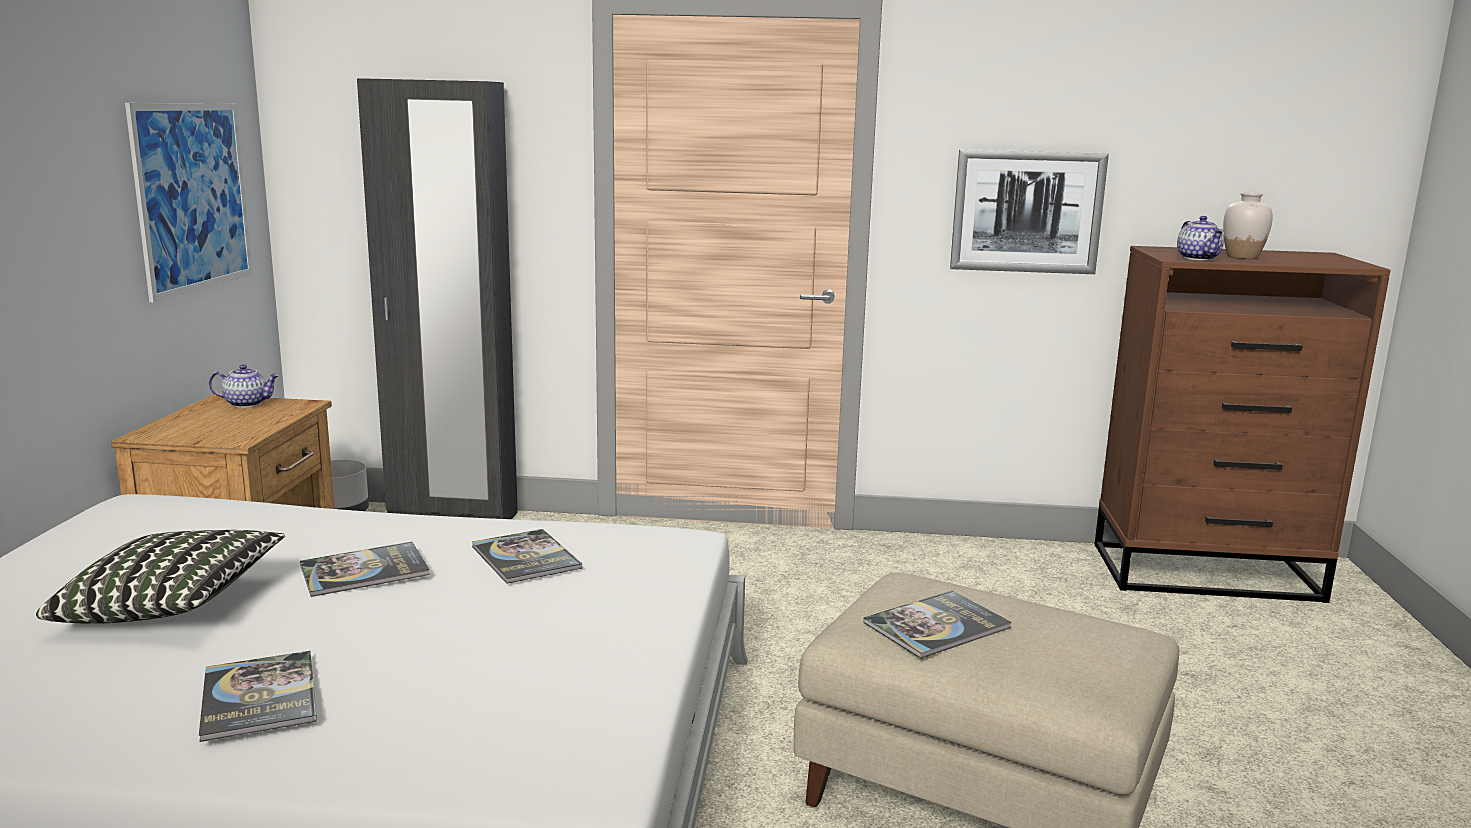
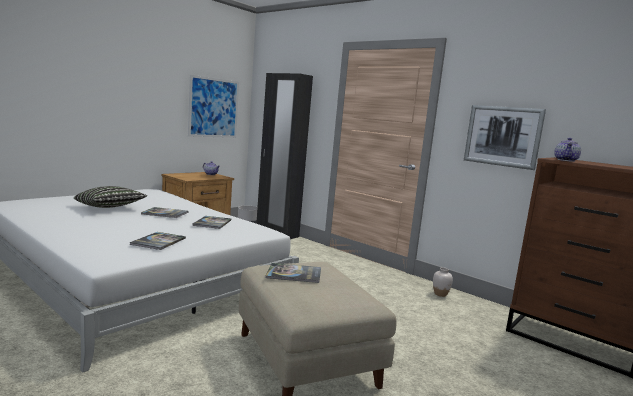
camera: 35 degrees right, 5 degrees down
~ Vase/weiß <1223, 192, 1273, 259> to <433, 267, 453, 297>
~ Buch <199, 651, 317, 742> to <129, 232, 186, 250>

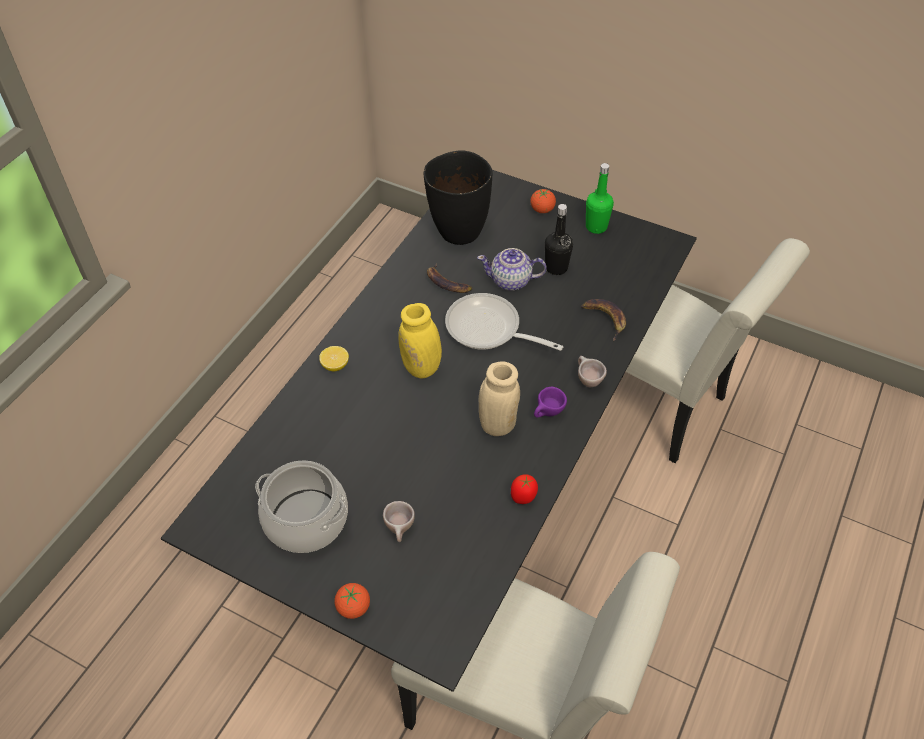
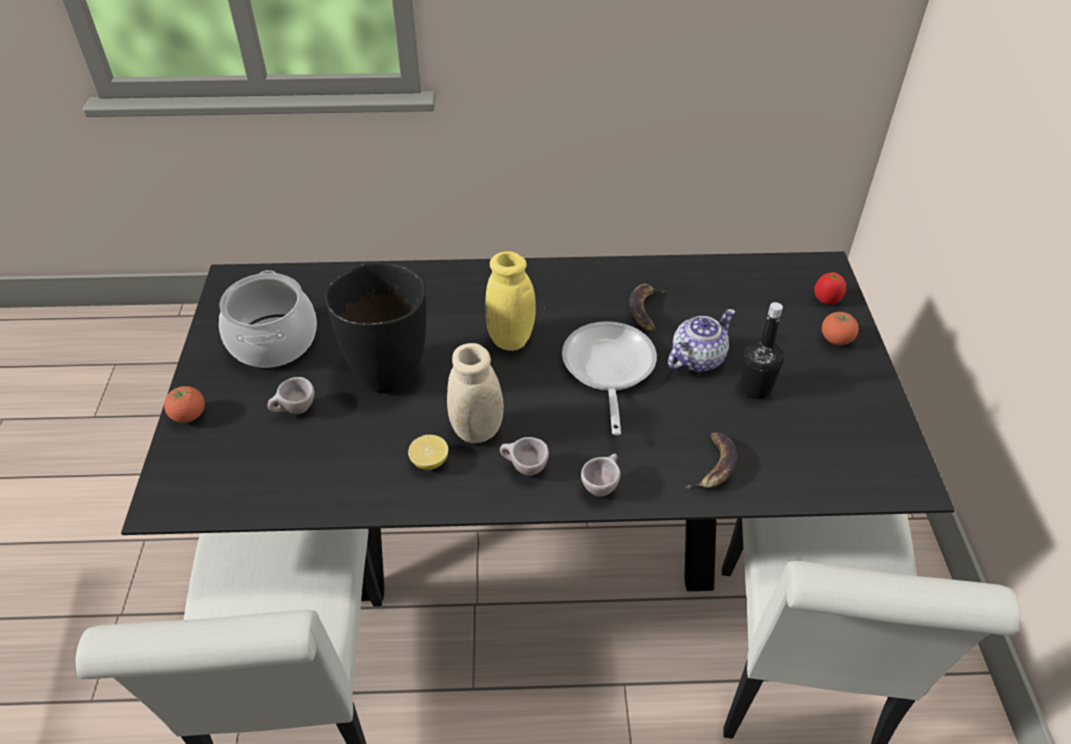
camera: 60 degrees right, 5 degrees down
~ Vase/schwarz <424, 150, 493, 245> to <325, 262, 426, 393>
- Flasche/grün <586, 163, 614, 234>
~ Teekanne <477, 248, 547, 291> = <668, 309, 735, 372> 75 degrees clockwise
~ Zitrone <319, 346, 349, 371> to <408, 435, 448, 470>
~ Tasse/lila <534, 387, 567, 418> to Tasse/beige <500, 437, 549, 476>
~ Tomate <511, 474, 538, 504> to <814, 272, 846, 305>

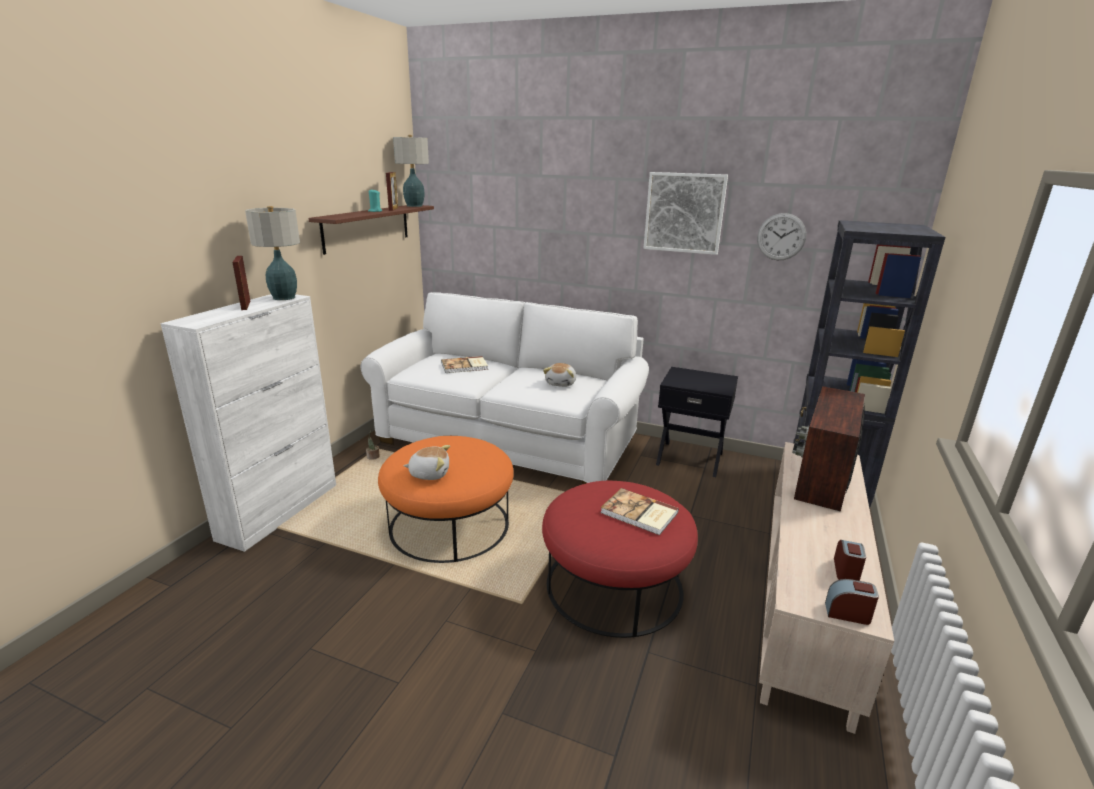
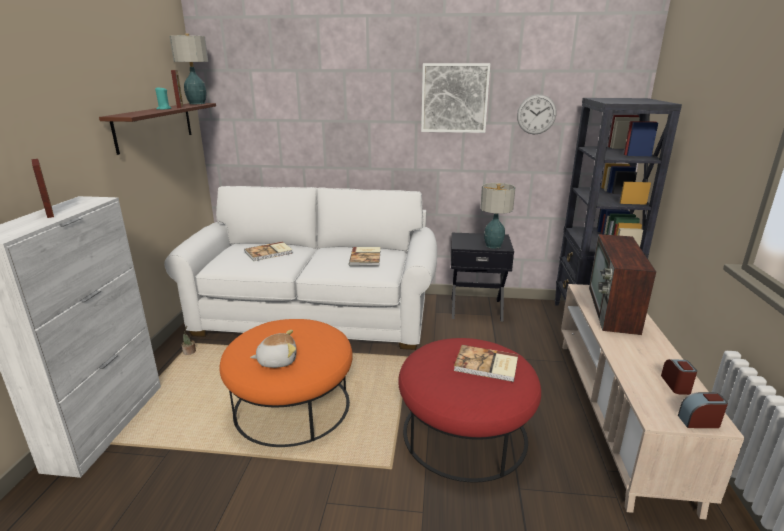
camera: 15 degrees left, 0 degrees up
~ Tischlampe <245, 206, 300, 300> to <480, 183, 515, 249>
~ Plüschtier <543, 363, 576, 387> to Buch <349, 247, 381, 266>

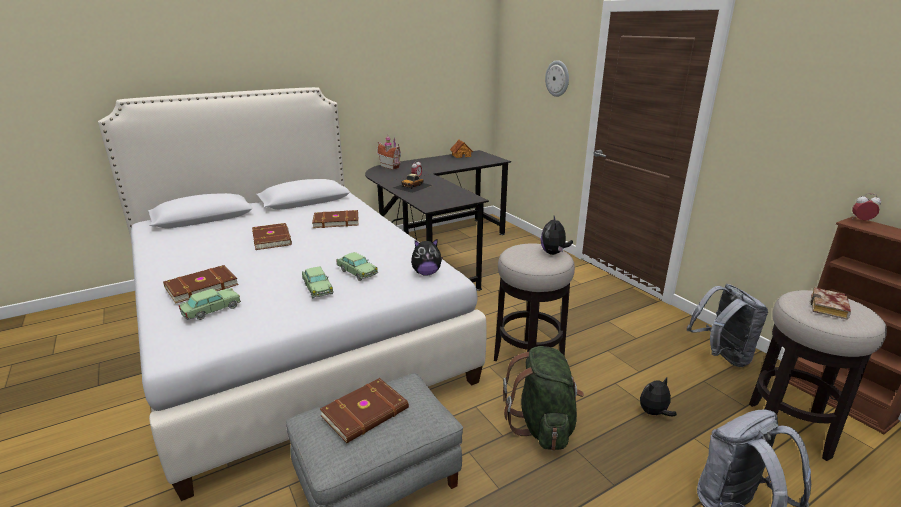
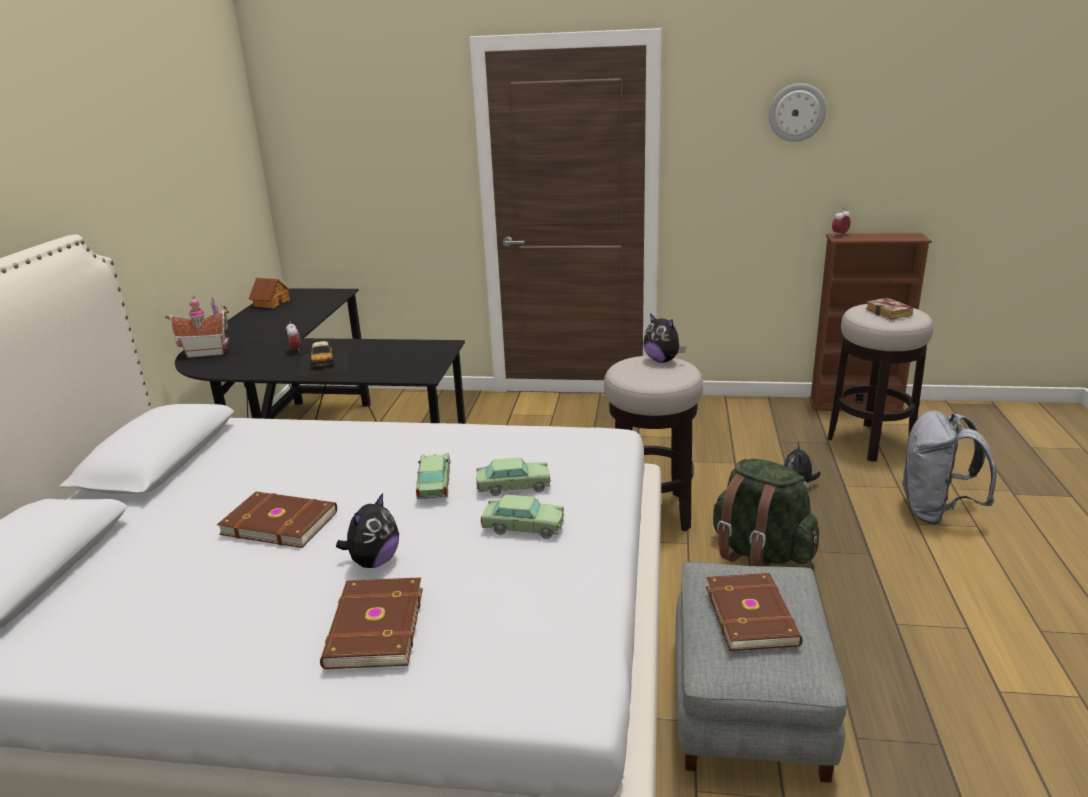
camera: 50 degrees left, 0 degrees up
~ Wanduhr <545, 60, 569, 97> to <769, 83, 826, 142>
- Buch/braun <312, 210, 359, 228>
~ Plüschtier <411, 239, 442, 276> to <336, 493, 399, 568>
- Rucksack/grau <687, 284, 768, 367>
~ Spielzeugauto <179, 288, 241, 320> to <416, 453, 451, 499>

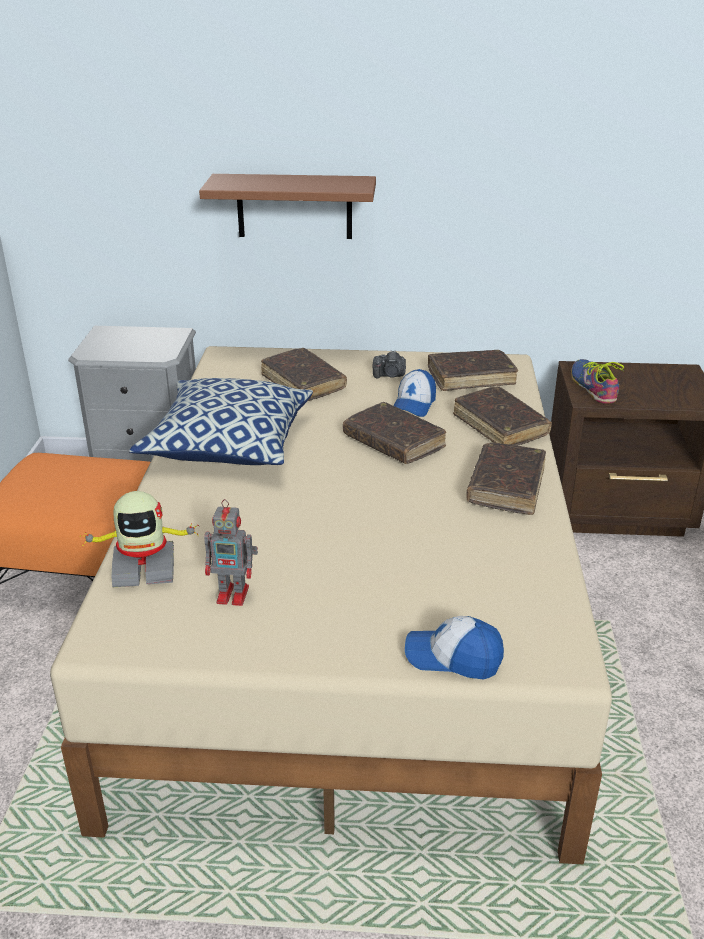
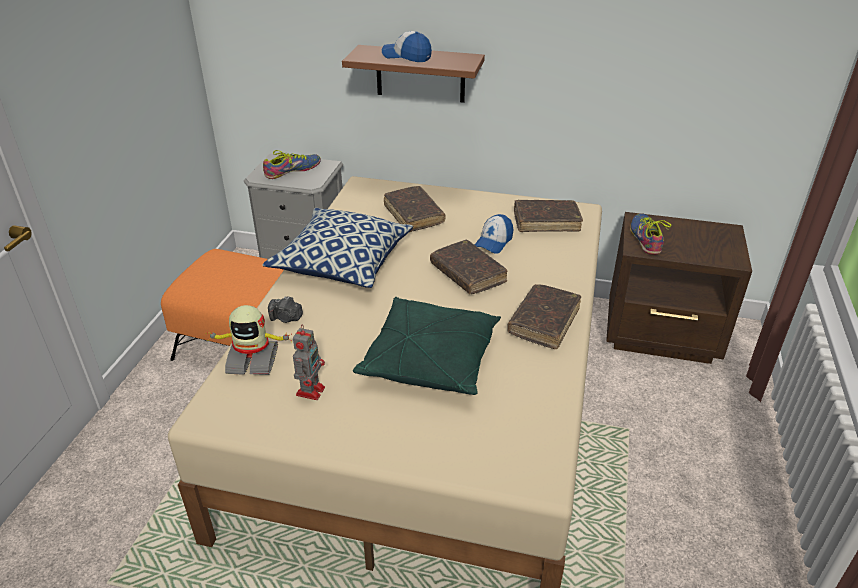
camera: 10 degrees right, 5 degrees up
~ Kamera <373, 350, 406, 378> to <268, 296, 303, 323>
- Buch/braun <453, 386, 552, 446>
~ Spielzeugroboter <204, 499, 258, 606> = <293, 325, 325, 400> 90 degrees counterclockwise
~ Kappe <405, 616, 504, 680> to <382, 31, 432, 62>
+ Schuh <263, 150, 321, 179>
+ Kissen/grün <353, 297, 501, 395>

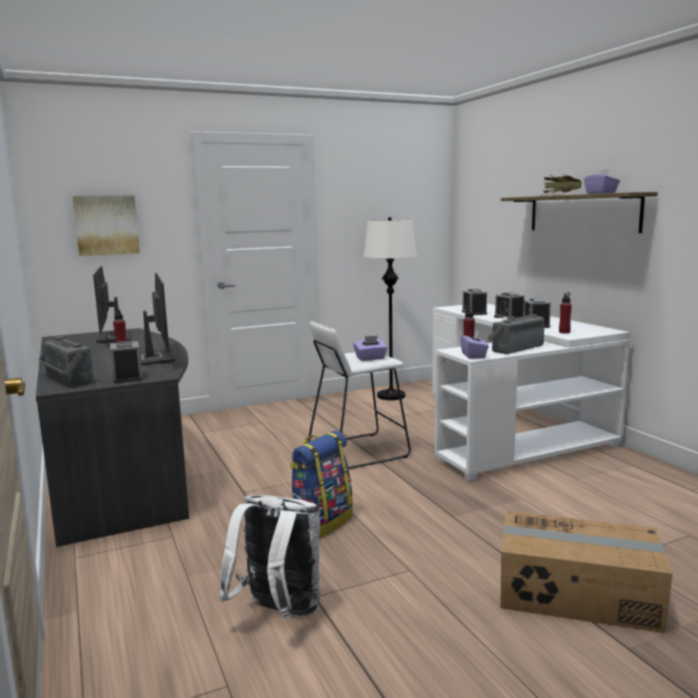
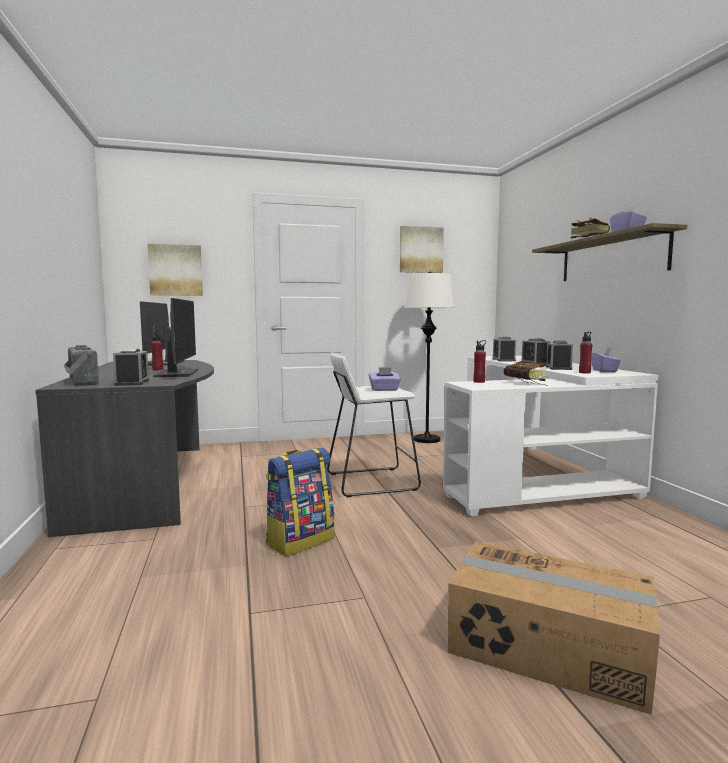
camera: 10 degrees right, 5 degrees down
~ Radio <487, 315, 545, 354> to Buch <504, 360, 548, 386>
~ Taschentuchbox/lila <460, 329, 489, 359> to <591, 348, 621, 372>
- Rucksack/weiß <219, 495, 320, 619>
+ Bild <400, 226, 444, 273>

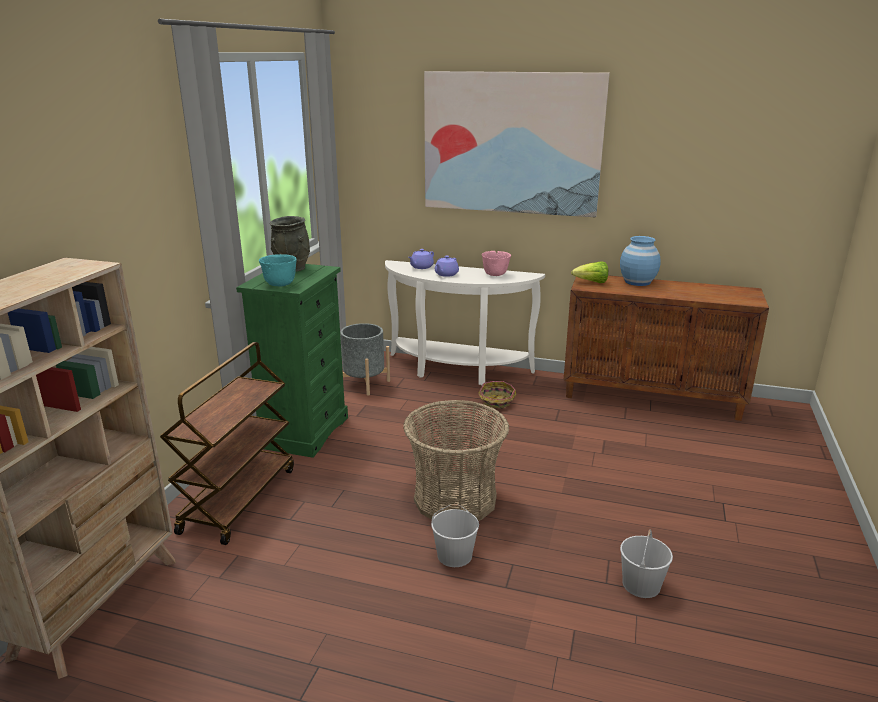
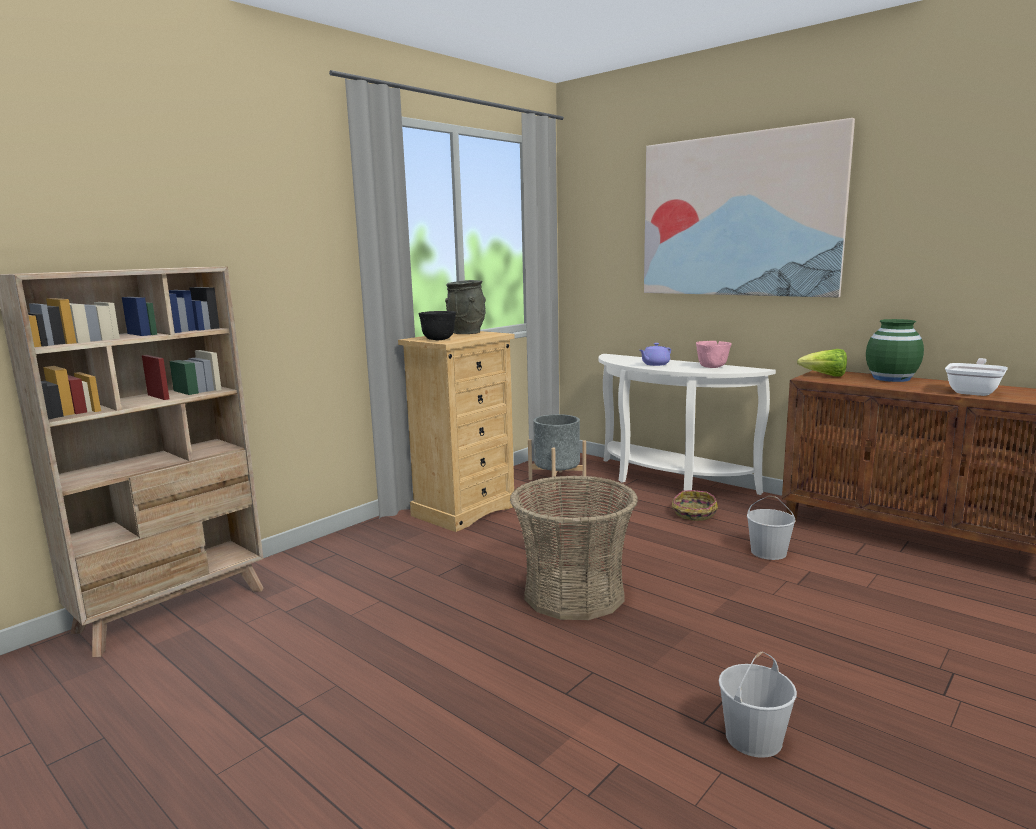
camera: 25 degrees right, 10 degrees down
~ Vase/blau <620, 236, 661, 286> to Vase/grün <866, 319, 924, 382>
- Teekanne/lila <409, 249, 434, 269>
~ Schüssel/türkis <259, 254, 297, 286> to Schüssel/schwarz <418, 311, 456, 340>
~ Kommode/grün <236, 264, 348, 458> to Kommode/beige <398, 331, 515, 532>
- Rollwagen/braun <160, 342, 294, 545>
~ Eimer/weiß <431, 504, 479, 567> to <747, 496, 795, 560>
+ Pfanne <945, 358, 1008, 396>

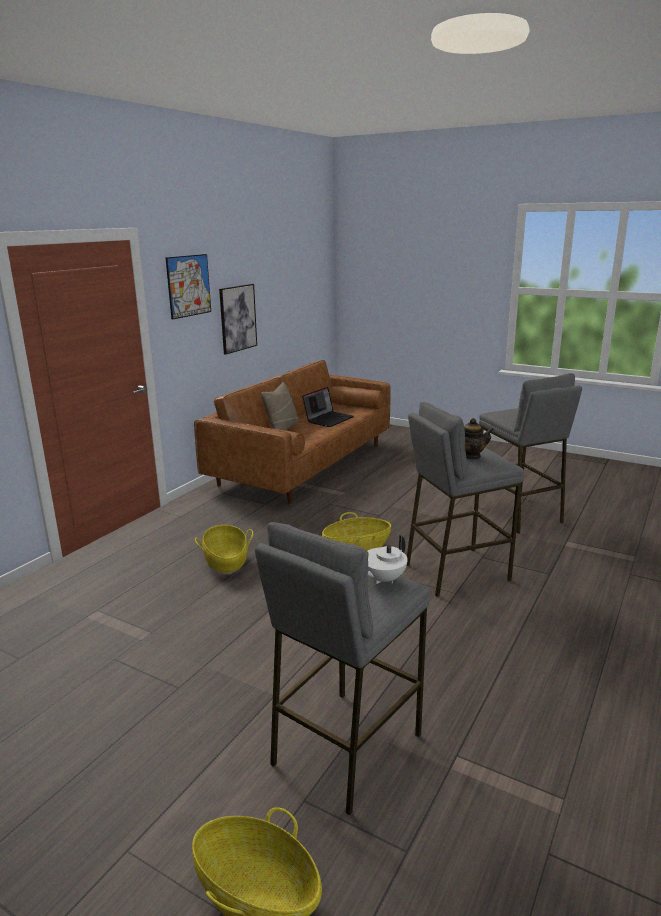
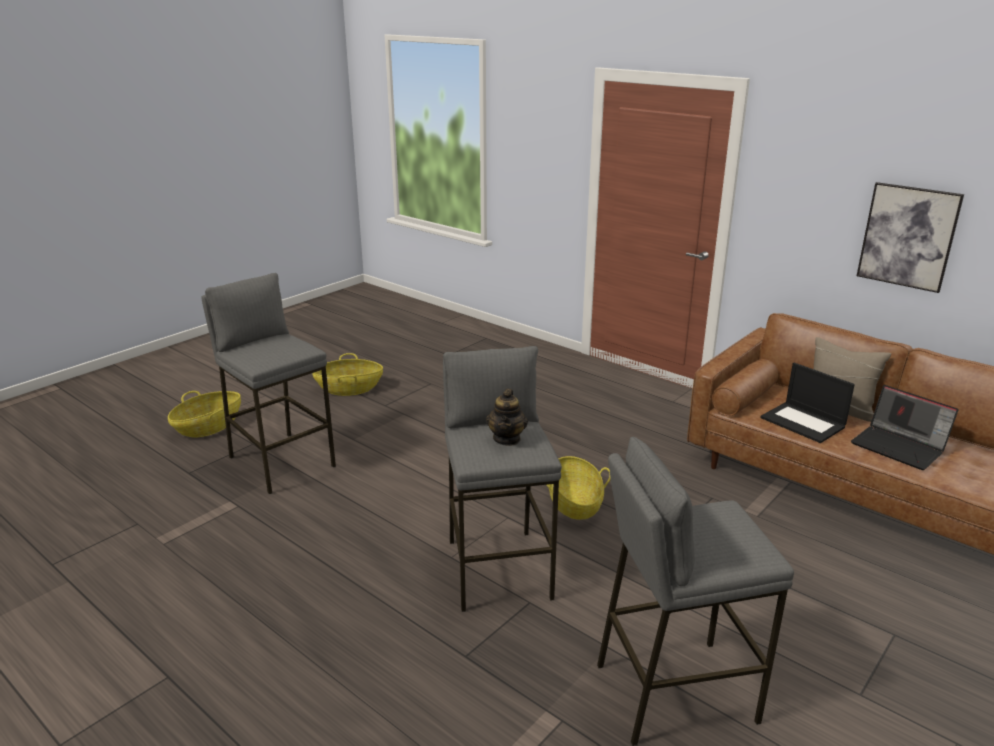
camera: 100 degrees right, 5 degrees up
- Bild <166, 254, 211, 320>
~ Korb <195, 525, 253, 573> to <312, 353, 383, 396>
- Teekanne/weiß <367, 535, 408, 584>
+ Laptop <761, 363, 855, 443>

